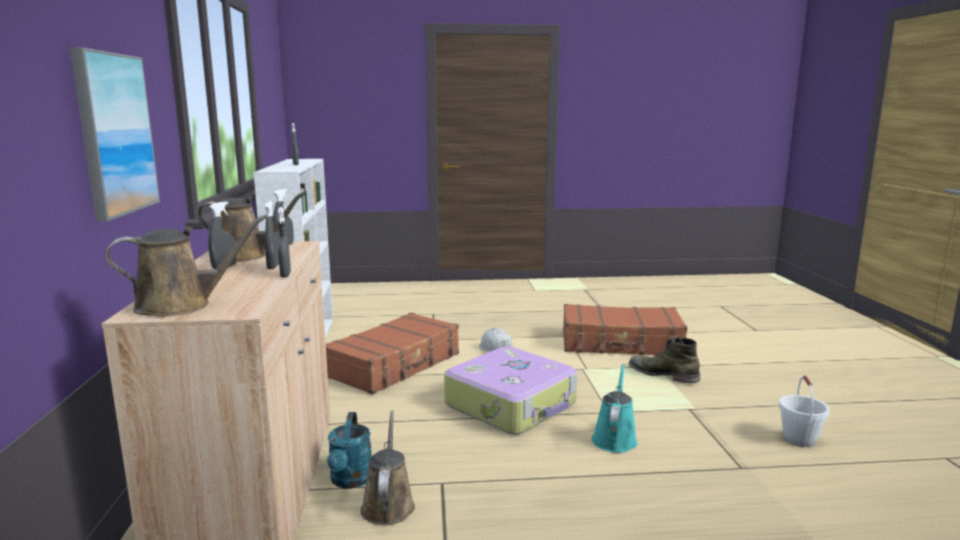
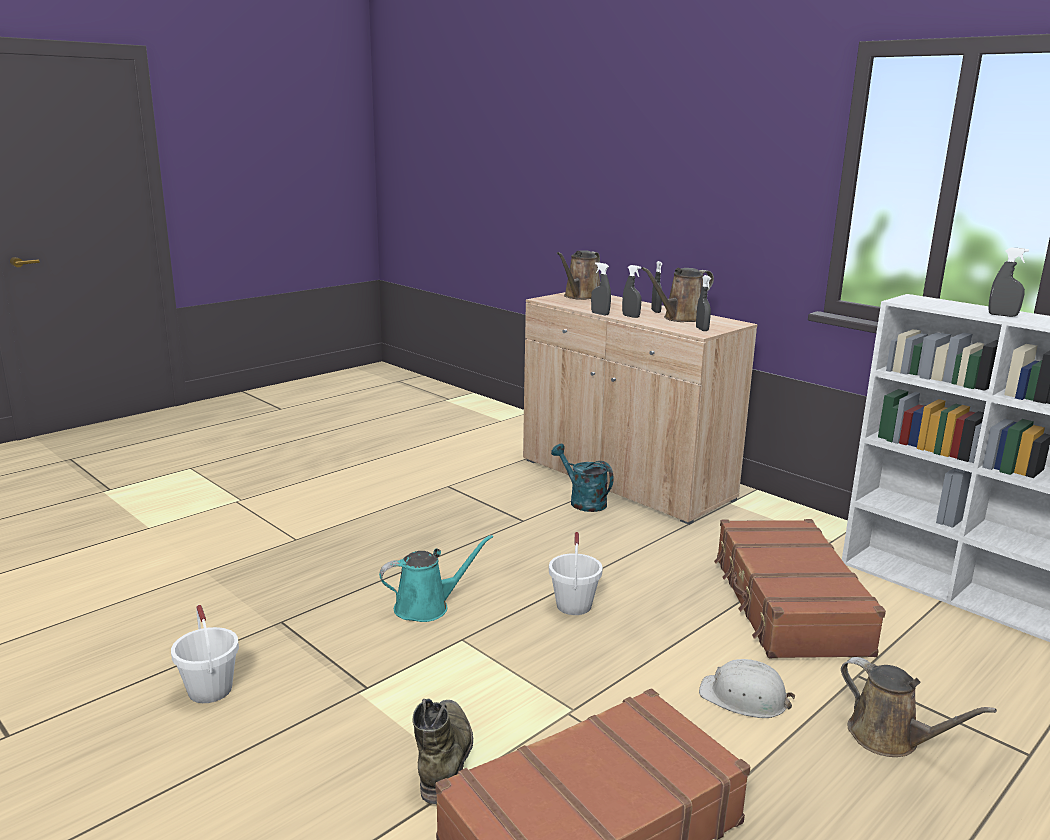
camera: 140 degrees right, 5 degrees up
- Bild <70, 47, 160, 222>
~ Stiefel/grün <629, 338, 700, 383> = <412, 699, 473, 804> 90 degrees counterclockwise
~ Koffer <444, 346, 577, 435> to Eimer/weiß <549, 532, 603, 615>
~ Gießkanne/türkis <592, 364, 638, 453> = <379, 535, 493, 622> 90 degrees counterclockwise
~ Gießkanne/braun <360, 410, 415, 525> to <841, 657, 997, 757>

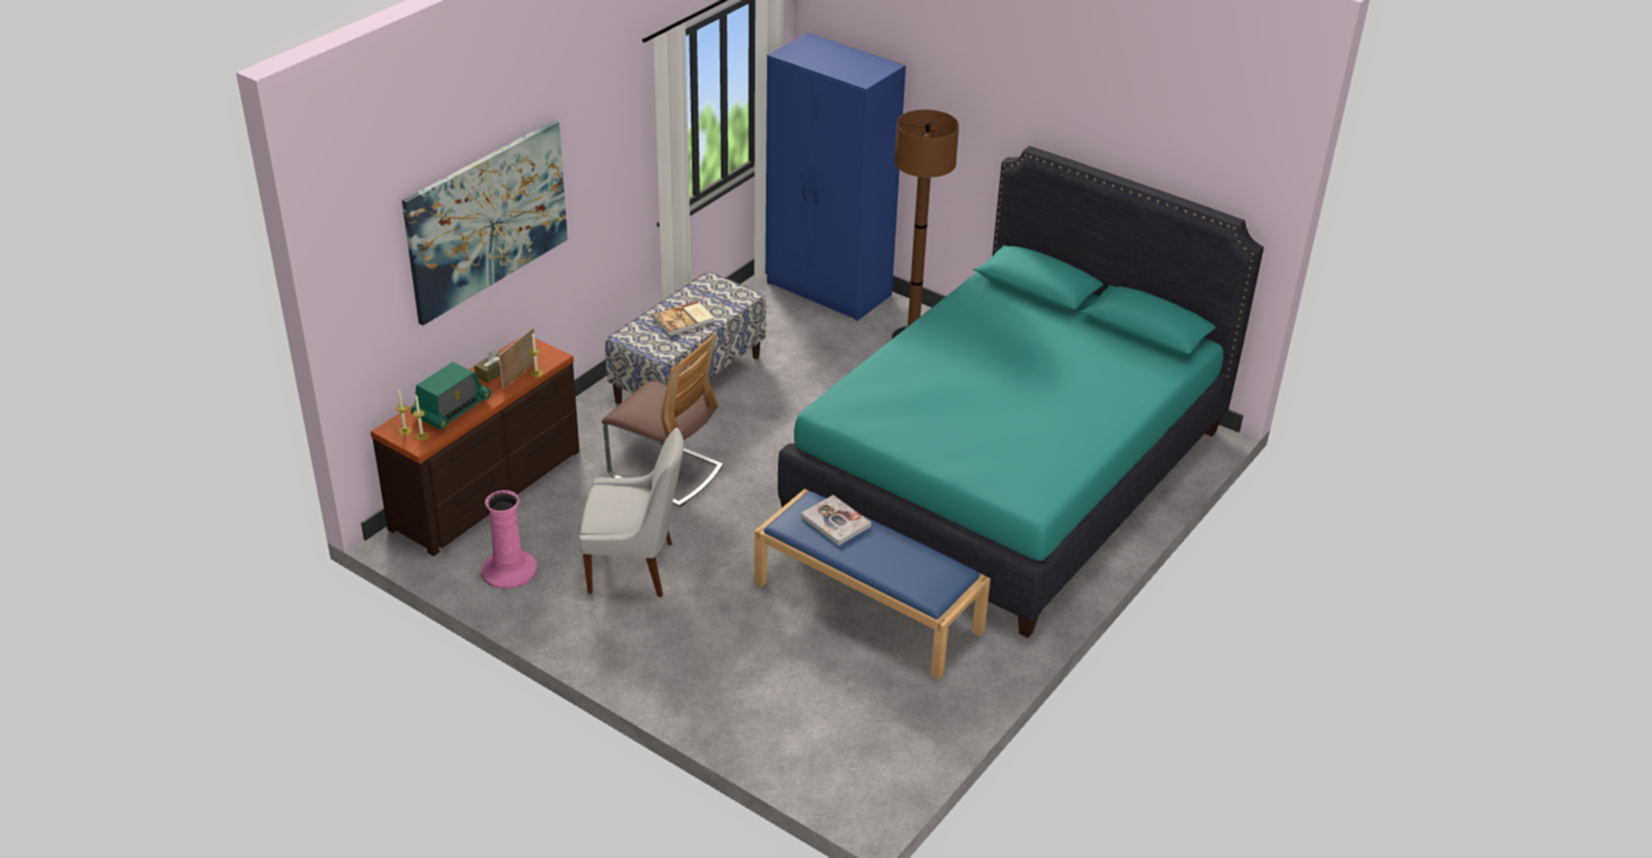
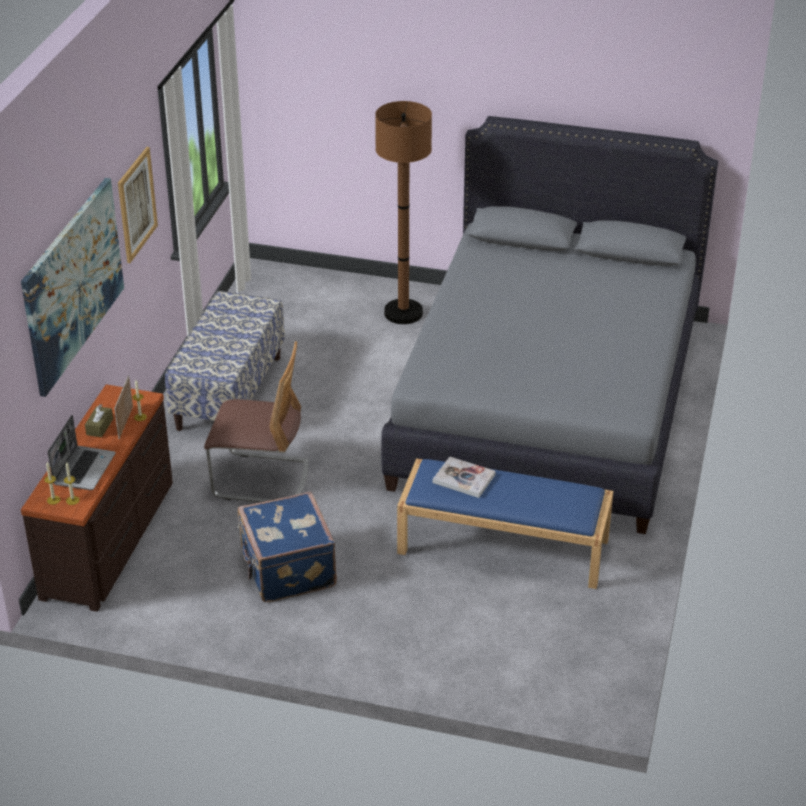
camera: 20 degrees left, 0 degrees up
- Kleiderschrank/blau <765, 33, 906, 321>
~ Bett/türkis <778, 146, 1264, 638> to Bett/grau <381, 116, 718, 534>
- Buch <652, 301, 714, 336>
~ Radio <411, 362, 491, 430> to Laptop <48, 415, 116, 490>
~ Stuhl/weiß <579, 428, 684, 597> to Koffer/blau <238, 491, 337, 602>
- Vase/rosa <481, 490, 537, 589>
+ Bild <118, 147, 158, 263>

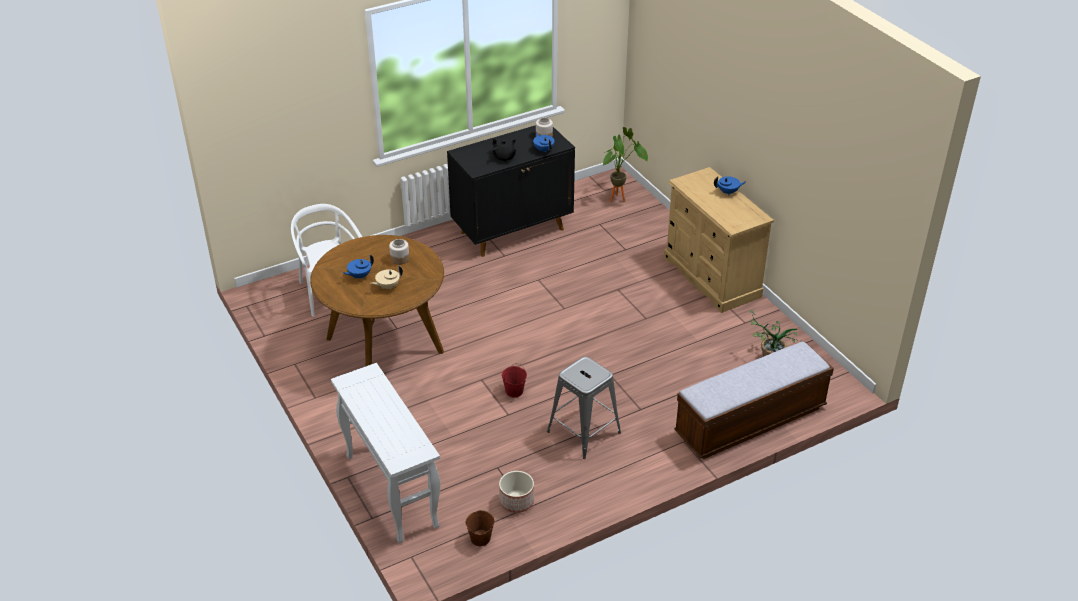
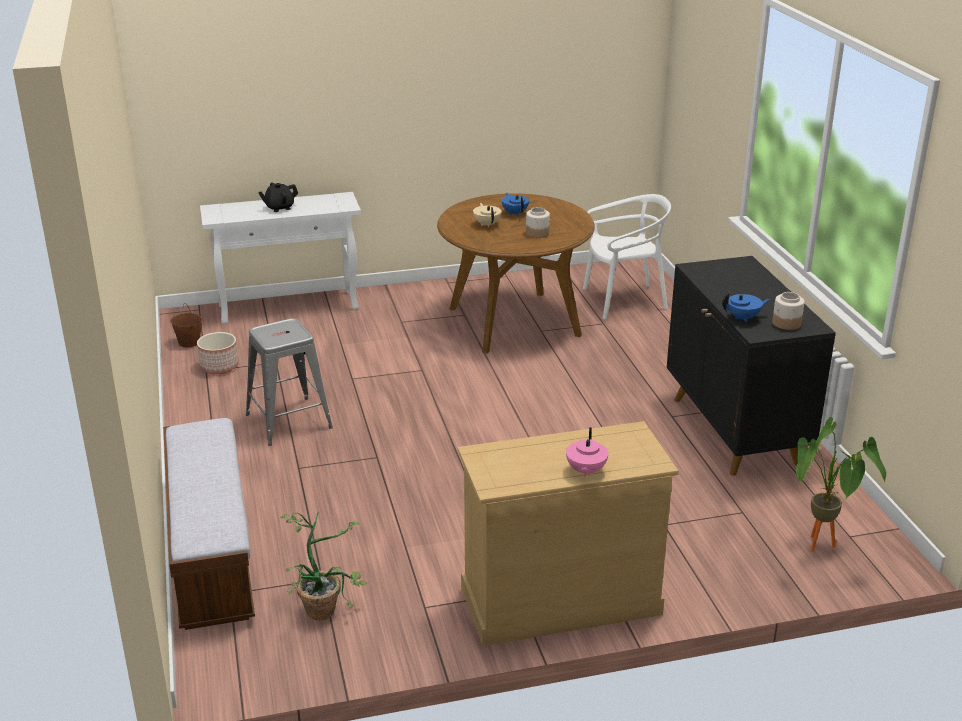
camera: 105 degrees right, 10 degrees down
~ Teekanne/schwarz <493, 137, 516, 162> to <258, 182, 298, 212>
~ Teekanne/blau <714, 176, 746, 195> to Teekanne/rosa <566, 427, 609, 477>
- Eimer/rot <502, 363, 527, 398>

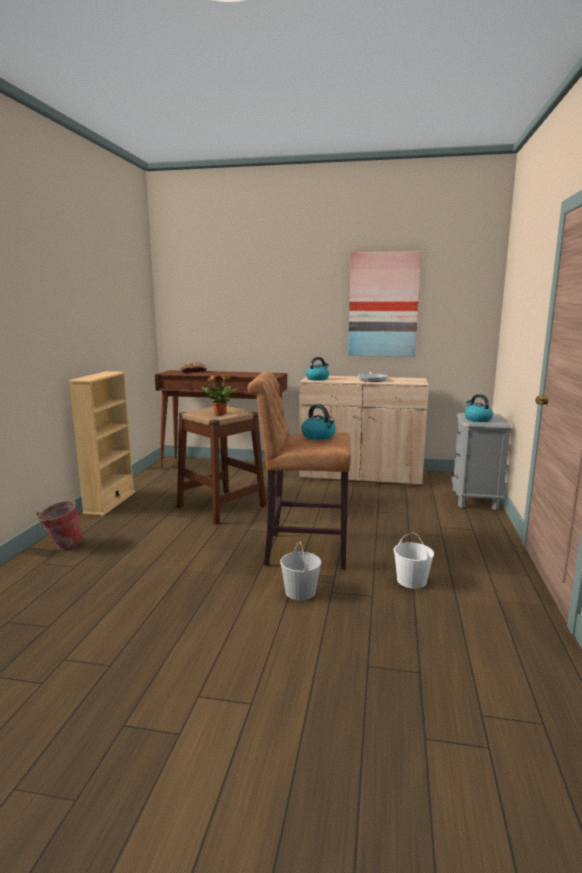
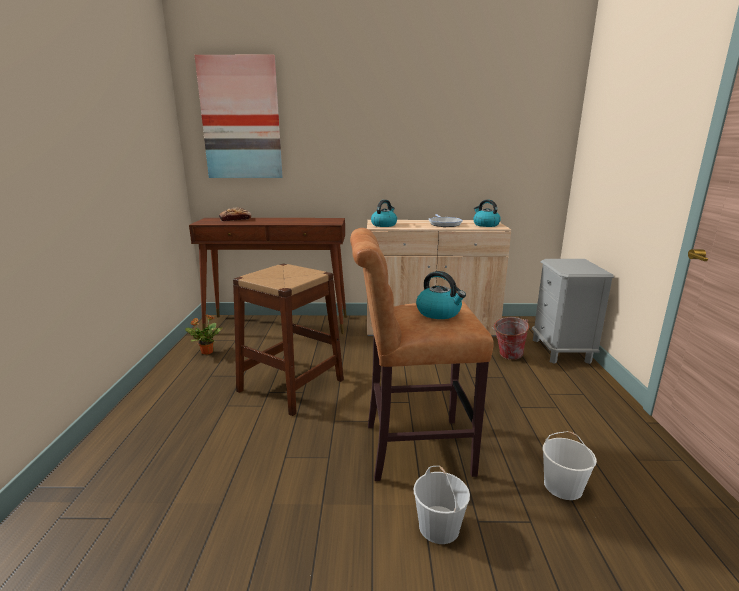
camera: 10 degrees left, 5 degrees up
~ Bild <348, 251, 421, 357> to <195, 55, 283, 178>
- Bücherregal/beige <68, 371, 135, 516>
~ Topfpflanze <201, 374, 238, 415> to <185, 314, 223, 355>
~ Wasserkessel <465, 394, 493, 422> to <473, 200, 501, 227>
~ Eimer <36, 501, 83, 550> to <492, 317, 529, 360>

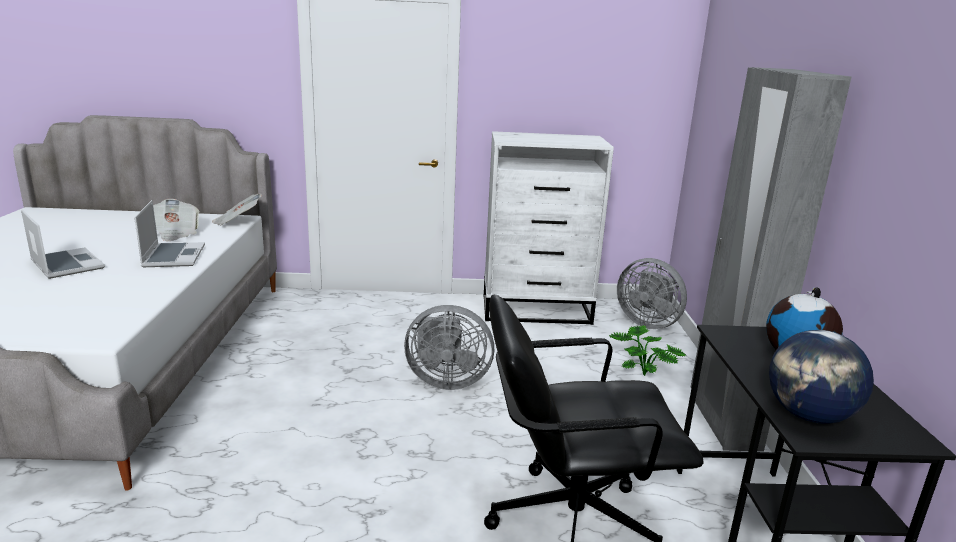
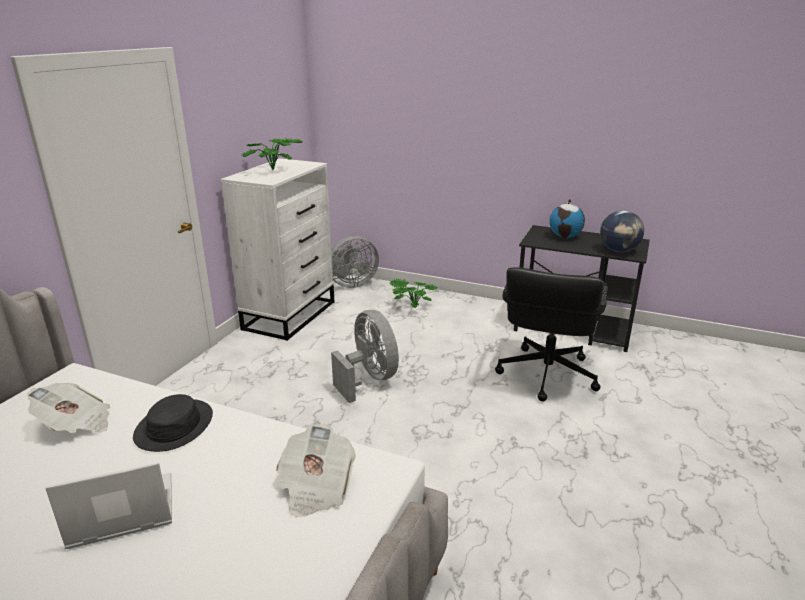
camera: 65 degrees left, 5 degrees up
- Kleiderschrank/grau <691, 67, 851, 452>
~ Zeitung <212, 194, 262, 226> to <276, 424, 356, 518>
~ Laptop <134, 200, 205, 267> to Hut/schwarz <133, 394, 213, 452>
~ Ventilator/grau <404, 305, 494, 390> = <331, 310, 399, 403> 60 degrees counterclockwise
+ Topfpflanze <242, 137, 302, 170>

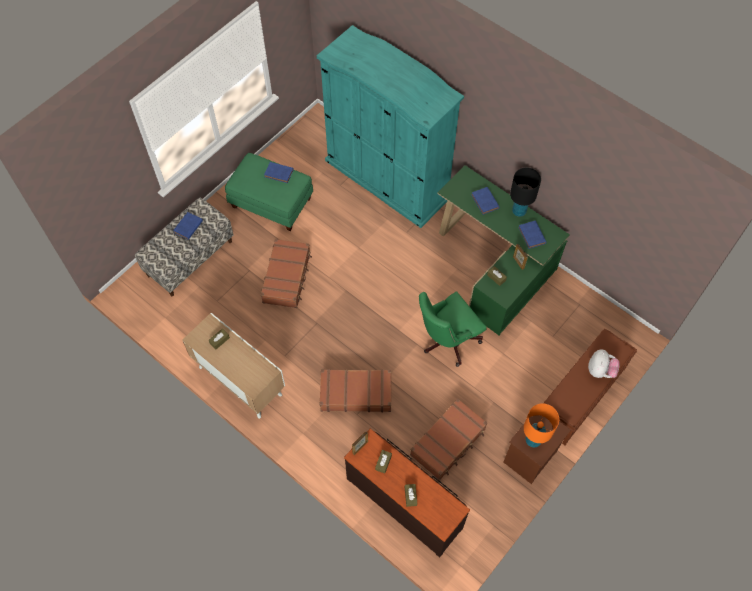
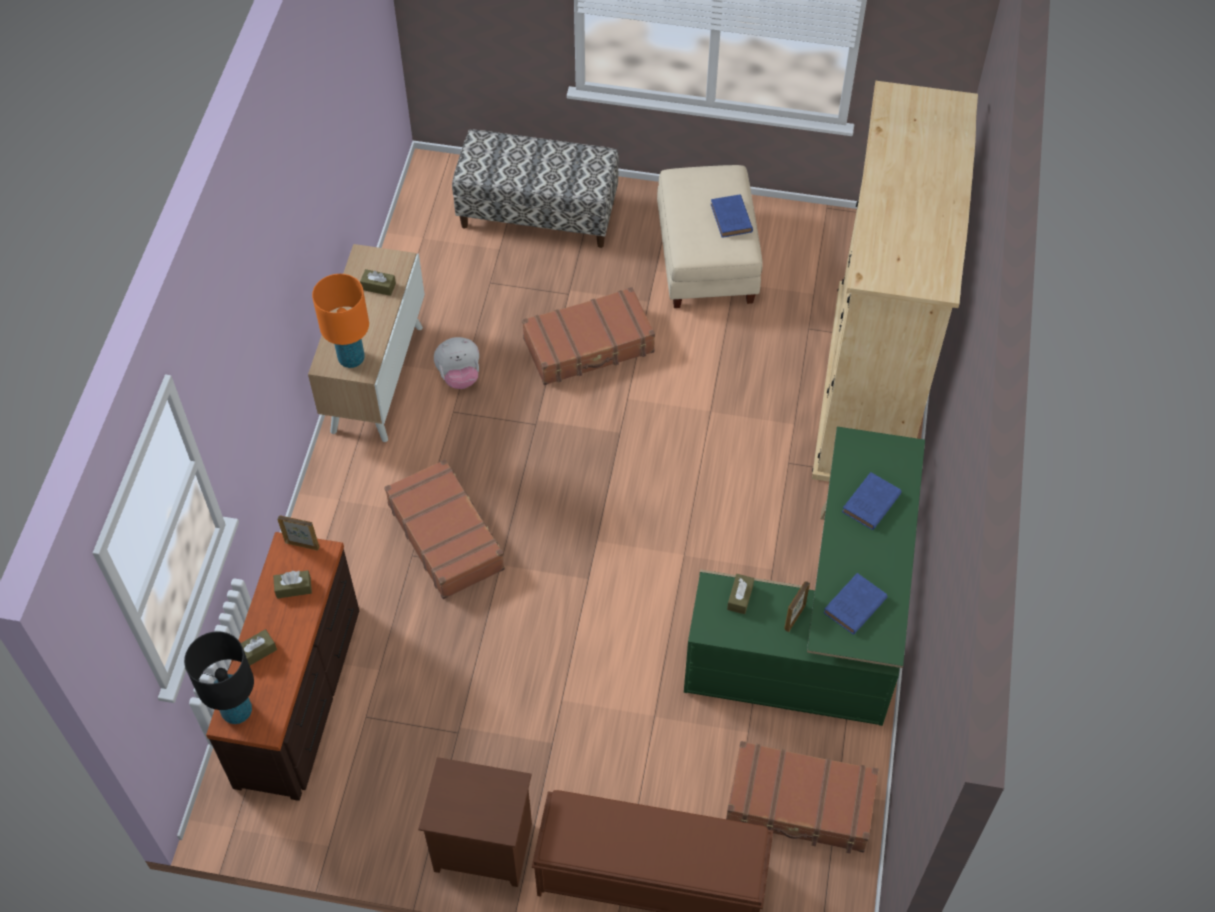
camera: 60 degrees right, 5 degrees down
~ Kleiderschrank/türkis <317, 25, 464, 228> to Kleiderschrank/beige <812, 81, 978, 482>
~ Polsterhocker/grün <225, 153, 313, 231> to Polsterhocker/beige <657, 165, 763, 308>
~ Tischlampe/schwarz <510, 167, 541, 217> to <184, 631, 254, 724>
- Buch/blau <173, 212, 203, 240>
- Bürostuhl/grün <419, 291, 487, 367>
~ Plüschtier <588, 349, 620, 378> to <434, 337, 479, 389>
~ Koffer/braun <410, 398, 487, 480> to <726, 741, 879, 854>
~ Tischlampe/orange <524, 403, 559, 448> to <312, 274, 369, 368>

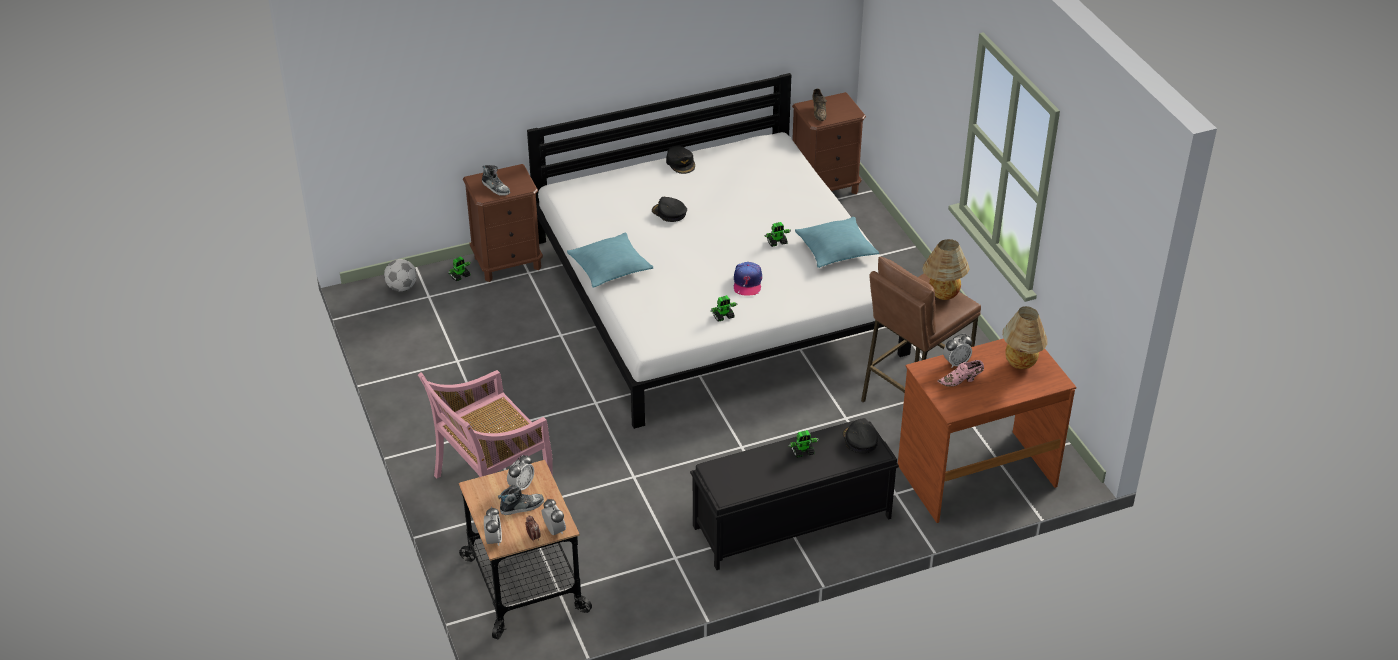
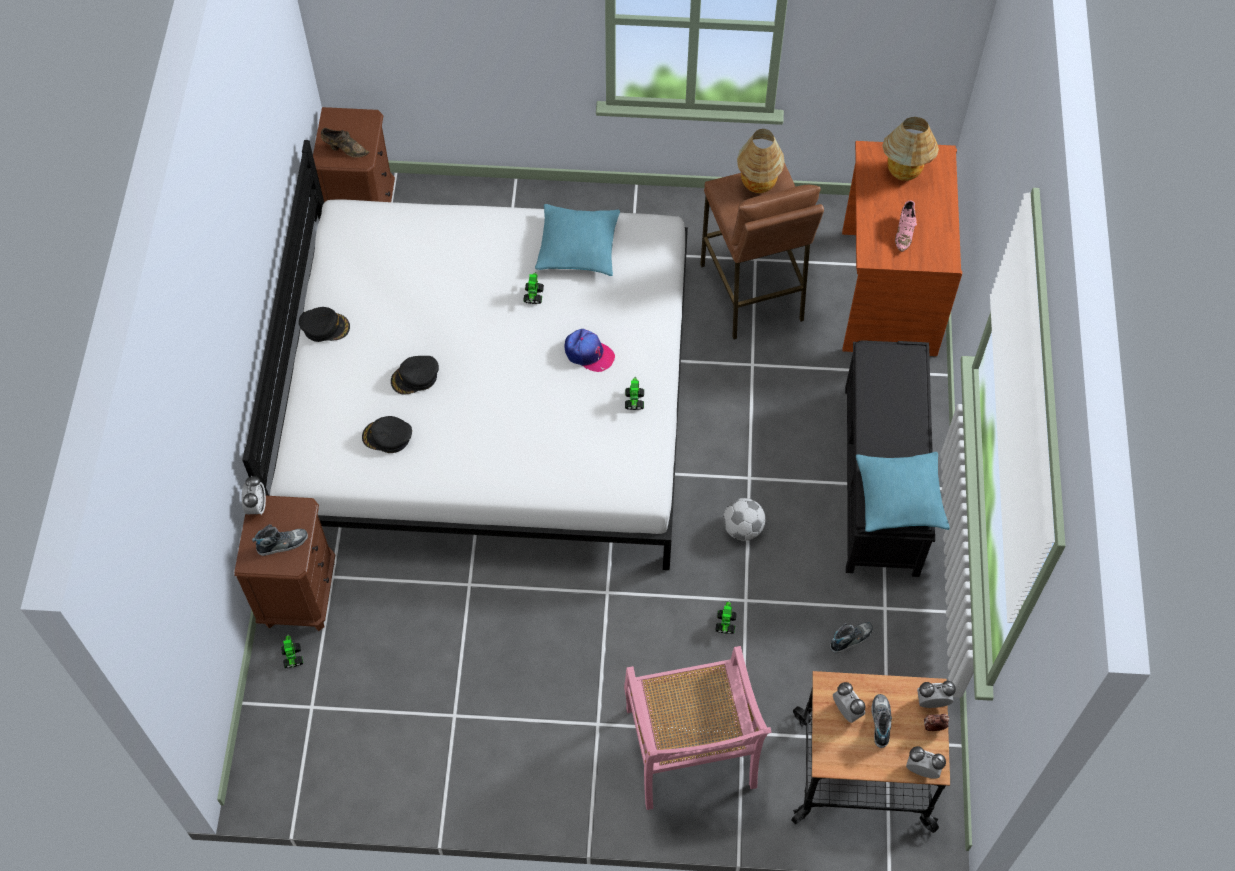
camera: 65 degrees left, 20 degrees up
~ Kissen/türkis <567, 232, 654, 288> to <856, 452, 950, 532>
~ Fußball <384, 259, 417, 291> to <723, 498, 766, 541>
~ Wecker <943, 334, 972, 367> to <242, 476, 266, 515>
~ Kappe/schwarz <843, 420, 878, 453> to <362, 416, 412, 453>
~ Spielzeugroboter <788, 430, 819, 458> to <715, 600, 737, 634>
+ Schuh <830, 622, 873, 653>

